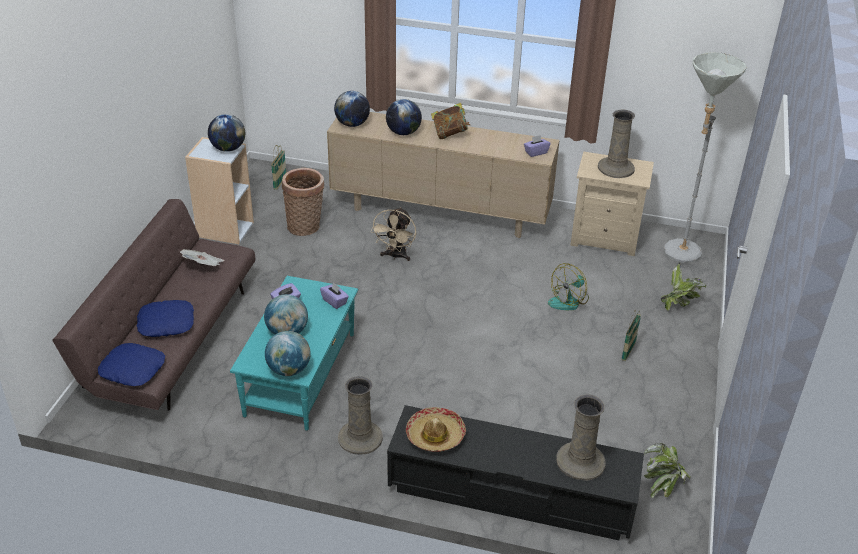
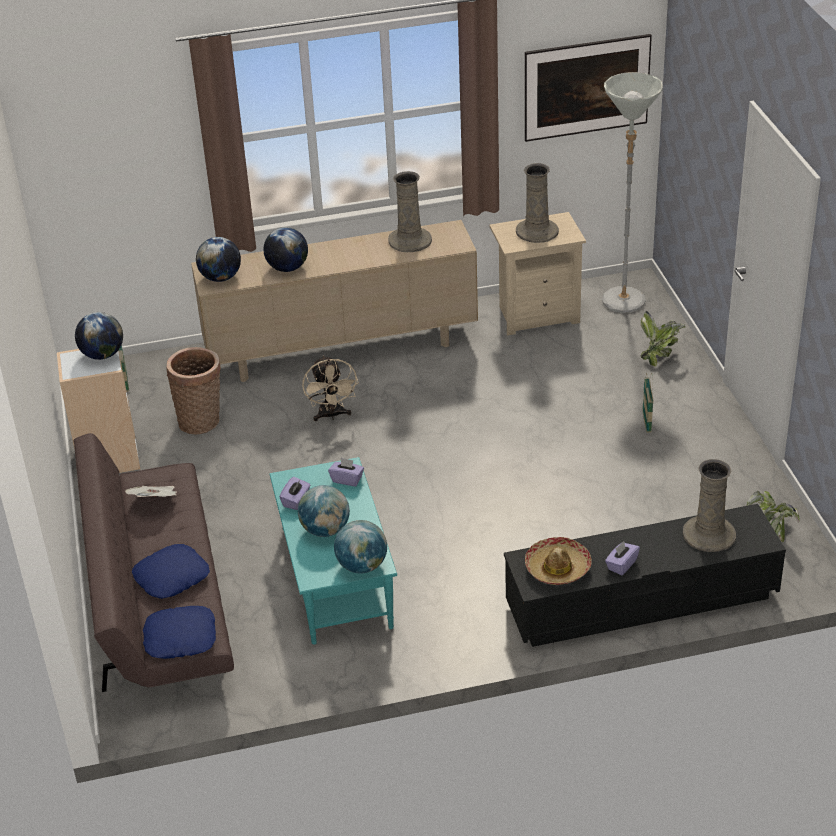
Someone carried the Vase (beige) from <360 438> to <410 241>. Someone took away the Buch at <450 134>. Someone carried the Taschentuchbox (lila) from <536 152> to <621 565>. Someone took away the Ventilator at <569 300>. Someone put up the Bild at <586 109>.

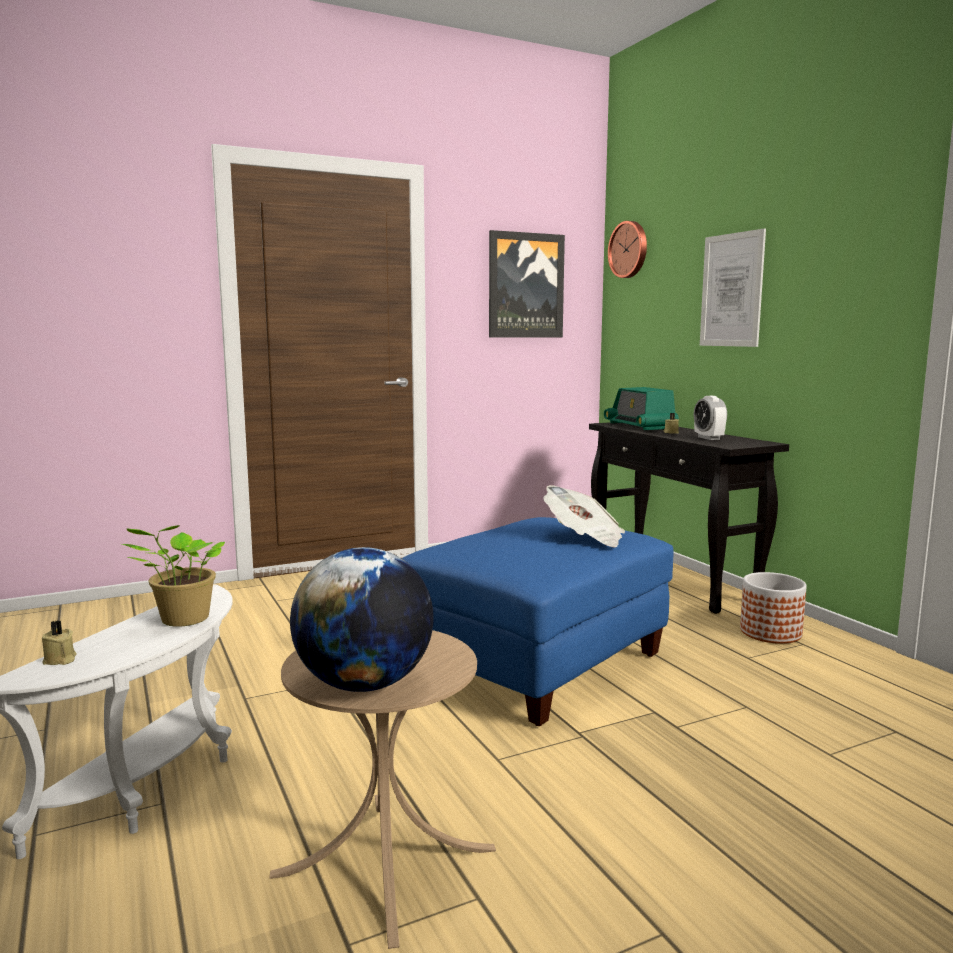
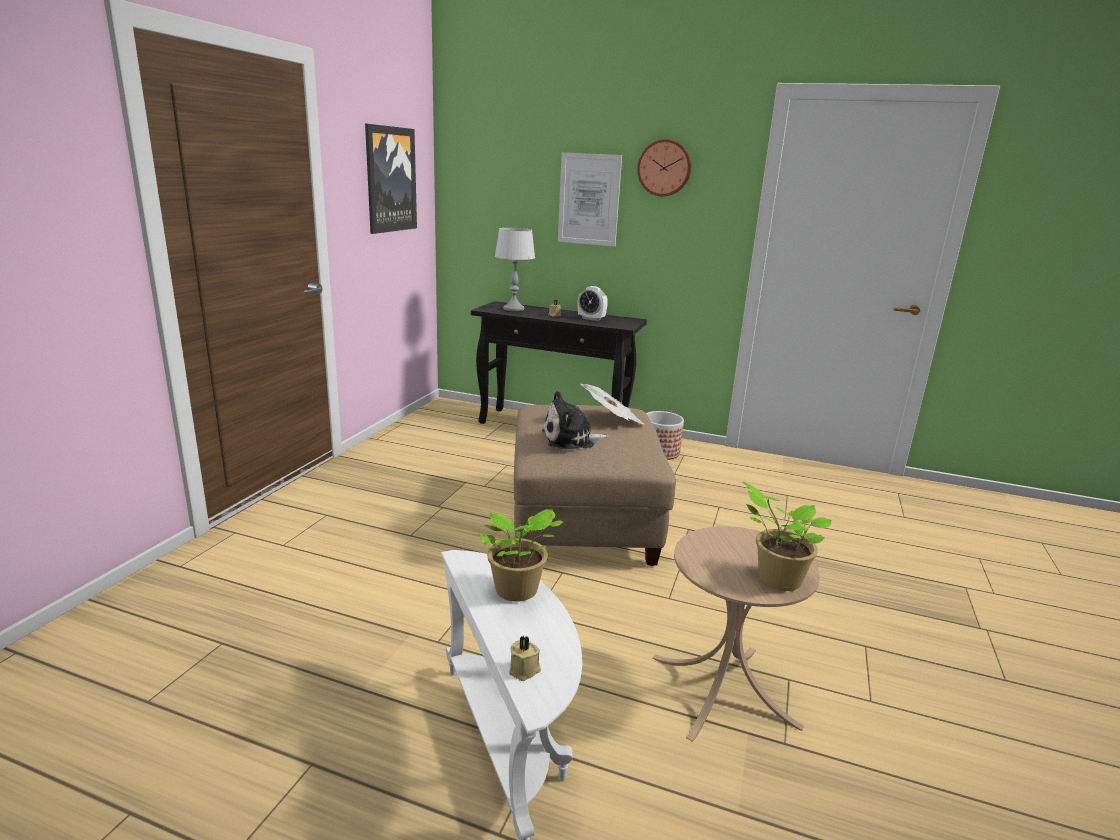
Someone swapped the Globus at <365 684> for the Topfpflanze at <775 579>. Someone repainted the Polsterhocker (blau) at <538 665>, which became the Polsterhocker (beige) at <583 523>. Someone swapped the Radio at <640 426> for the Tischlampe (grau) at <514 309>. Someone carried the Wanduhr from <629 249> to <664 168>. Someone put down the Plüschtier at <571 439>.

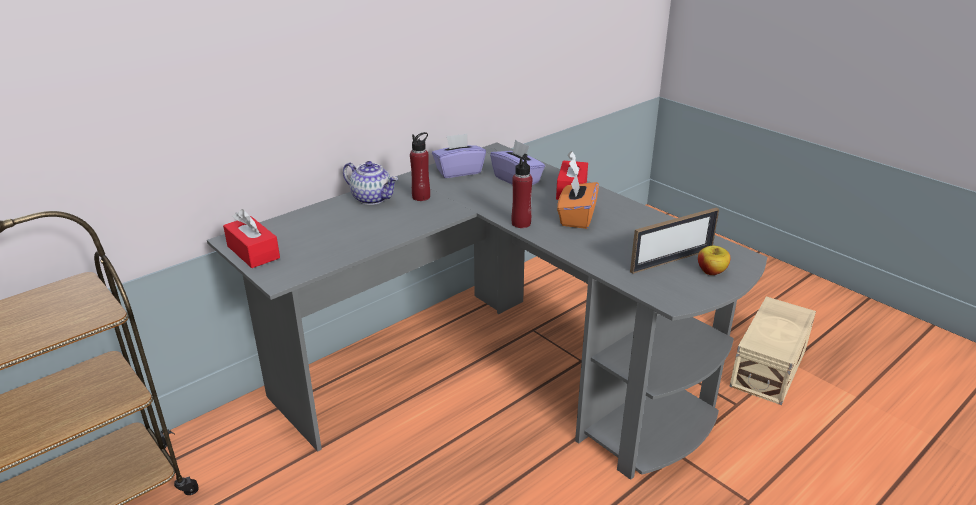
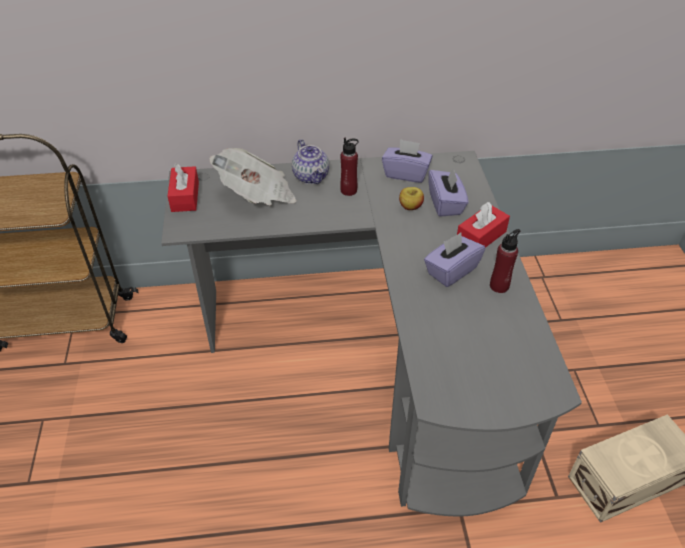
Someone carried the Flasche (rot) from <521 223> to <499 286>. Someone repainted the Taschentuchbox (orange) at <576 218>, which became the Taschentuchbox (lila) at <451 270>. Someone took away the Bilderrahmen at <672 260>. Someone carried the Apfel from <711 271> to <410 206>. Someone put down the Zeitung at <257 195>.

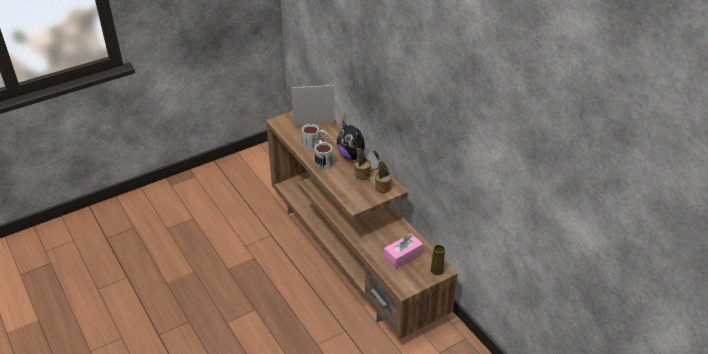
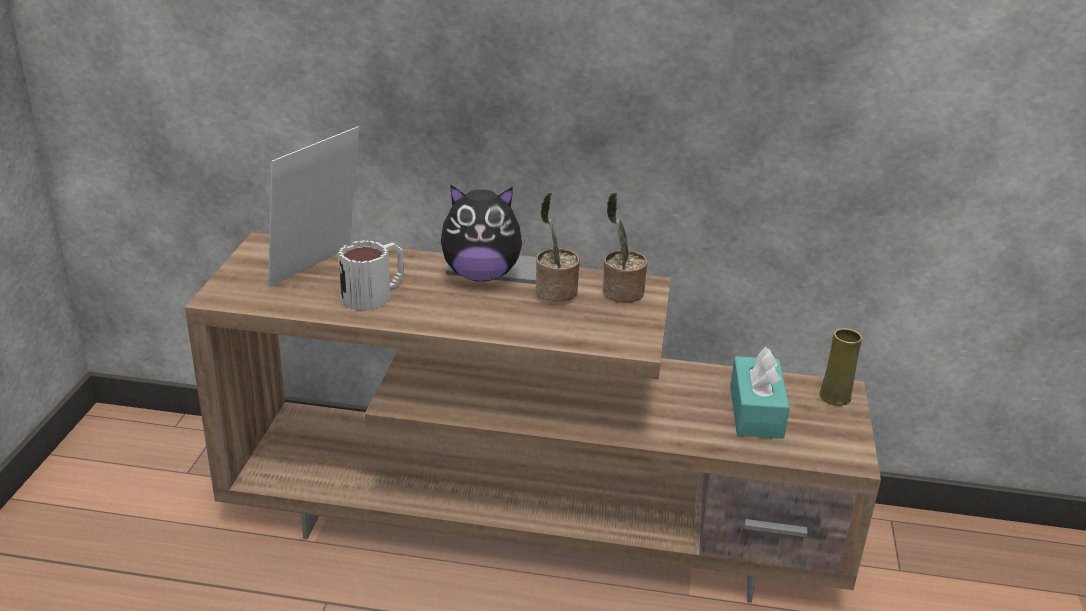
Someone took away the Henkelbecher at <322 160>. Someone repainted the Taschentuchbox (rosa) at <403 256>, which became the Taschentuchbox (türkis) at <756 411>.

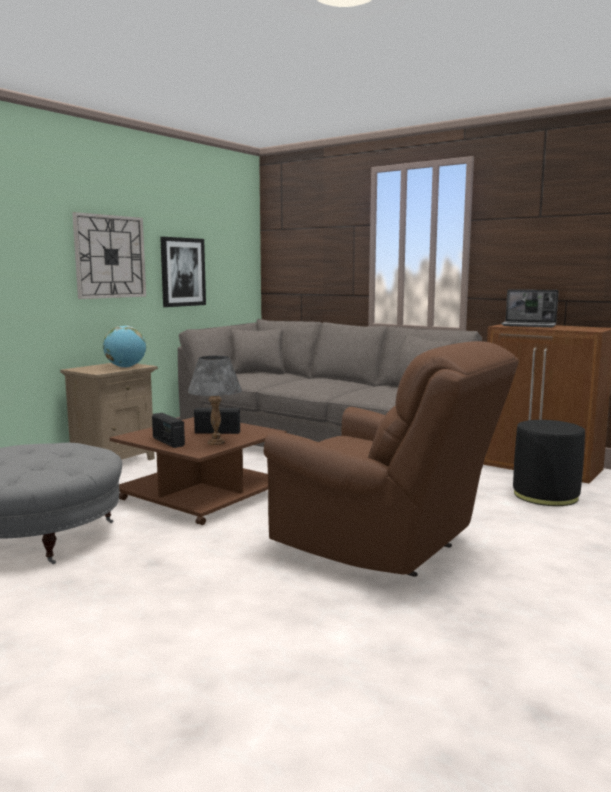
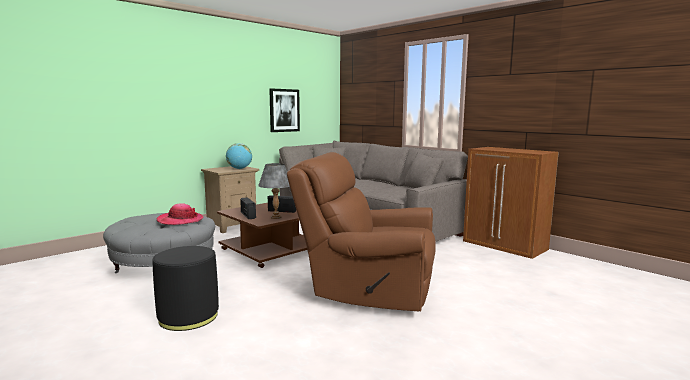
Someone took away the Wanduhr at <110 257>. Someone rotated the Sessel (braun) at <386 548> by 150 degrees clockwise. Someone took away the Laptop at <529 325>. Someone carried the Polsterhocker (schwarz) from <545 495> to <188 316>. Someone put down the Hut at <180 220>.

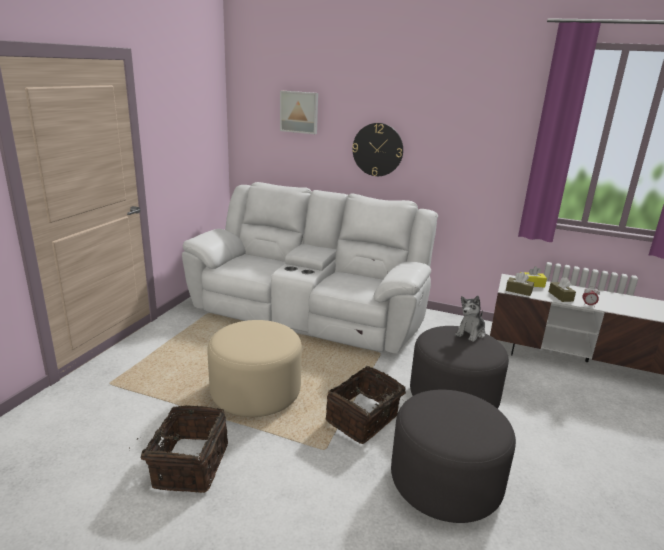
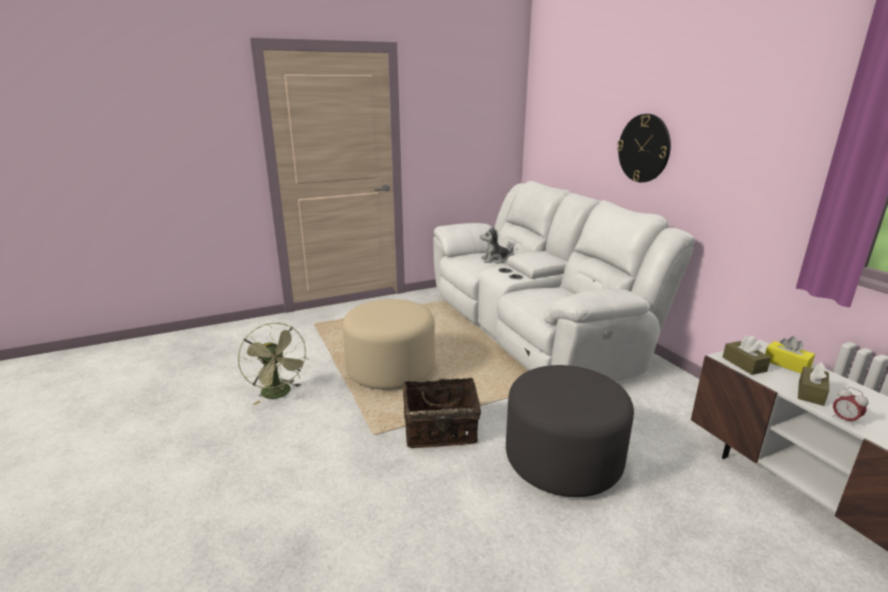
Someone swapped the Korb at <188 465> for the Ventilator (grün) at <279 394>. Someone took away the Bild at <299 112>. Someone took away the Polsterhocker (grau) at <445 482>. Someone carried the Plüschtier from <470 333> to <495 260>.

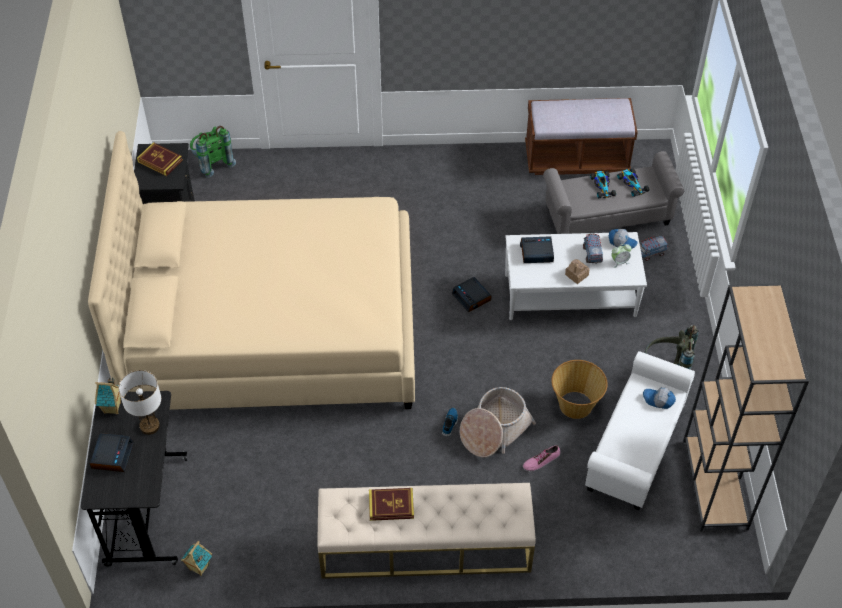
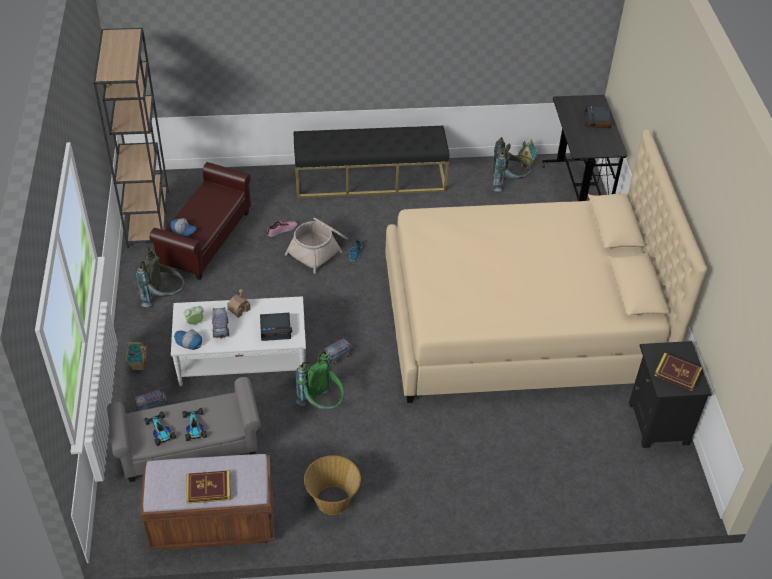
Someone carried the Spielzeughaus from <113 408> to <138 365>. Someone took away the Tischlampe at <150 426>. Someone carried the Rucksack (grün) from <212 163> to <322 405>. Someone repainted the Bank (beige) at <425 546>, which became the Bank (schwarz) at <370 179>. Someone carried the Buch from <391 506> to <208 488>. Someone swapped the Wecker at <472 297> for the Spielzeuglaster at <338 356>. Someone carried the Korb from <575 404> to <333 501>. Someone repainted the Polsterhocker (weiß) at <635 449>, which became the Polsterhocker (braun) at <205 239>. Someone put down the Rucksack (grau) at <508 183>.

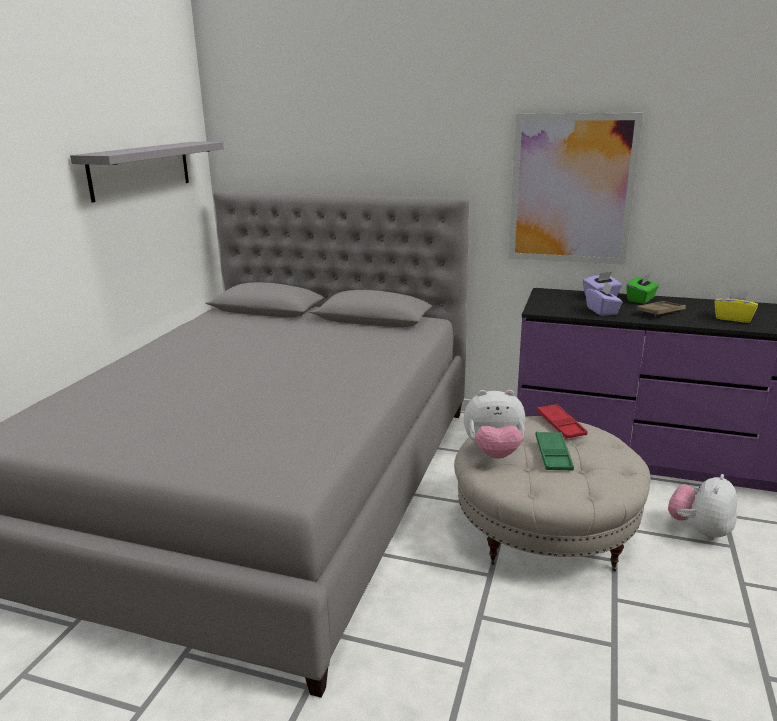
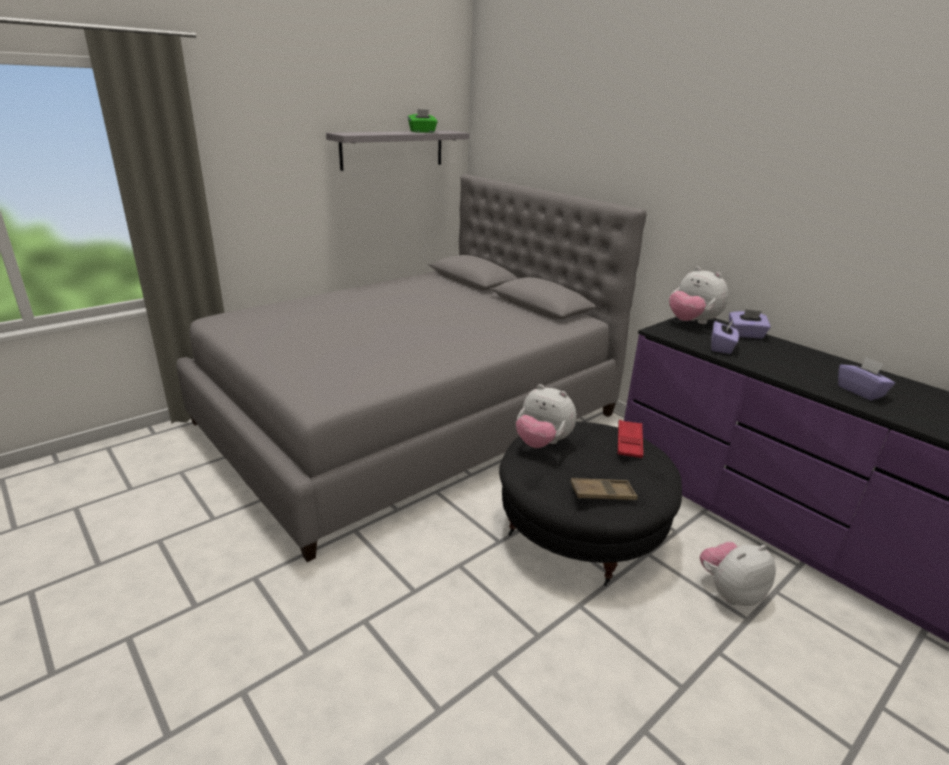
Someone repainted the Polsterhocker (beige) at <544 530>, which became the Polsterhocker (schwarz) at <581 529>. Someone took away the Bild at <571 189>. Someone took away the Tablett (grün) at <553 455>. Someone carried the Taschentuchbox (grün) from <641 299> to <422 132>. Someone carried the Tablett (braun) from <660 312> to <602 493>. Someone repainted the Taschentuchbox (gelb) at <733 318>, which became the Taschentuchbox (lila) at <860 391>. Someone put down the Plüschtier at <692 322>.

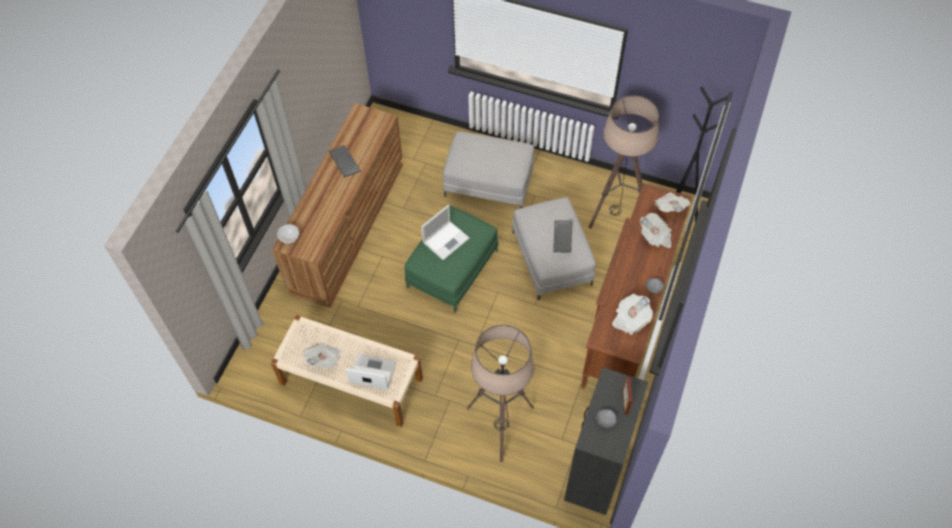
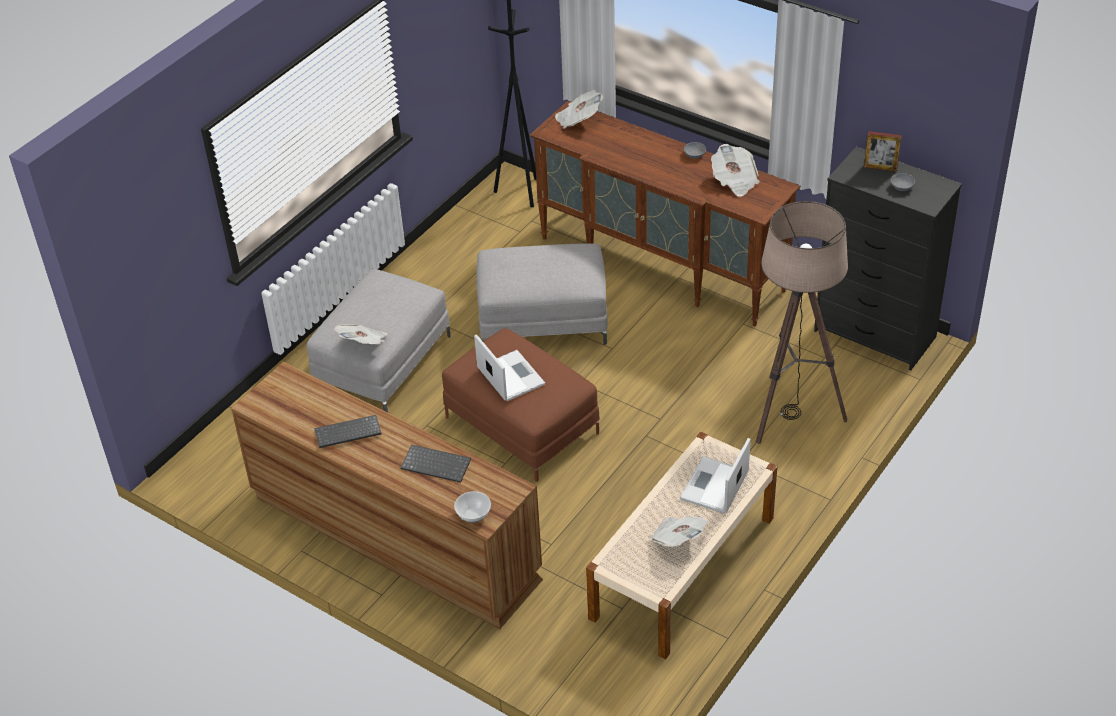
Someone repainted the Polsterhocker (grün) at <452 268>, which became the Polsterhocker (braun) at <521 425>. Someone carried the Tastatur from <563 237> to <437 464>. Someone took away the Stehlampe at <615 211>. Someone carried the Zeitung from <655 237> to <364 344>.

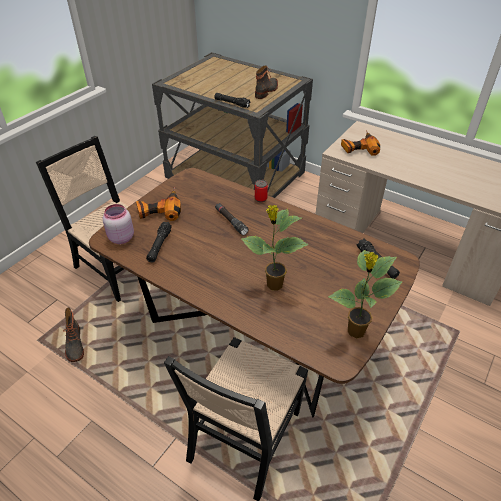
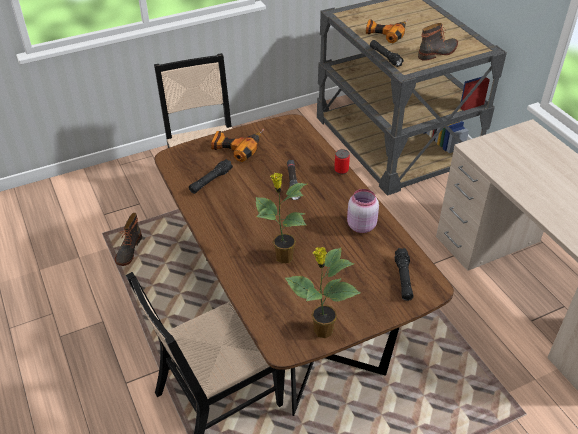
Someone carried the Vorratsglas (rosa) from <120 238> to <360 225>. Someone carried the Bohrmaschine from <358 147> to <385 33>.

